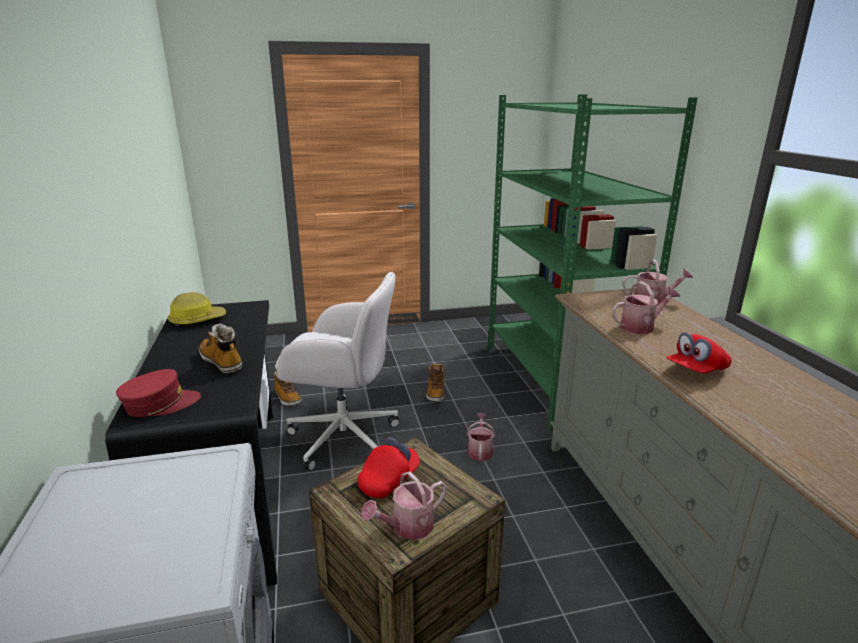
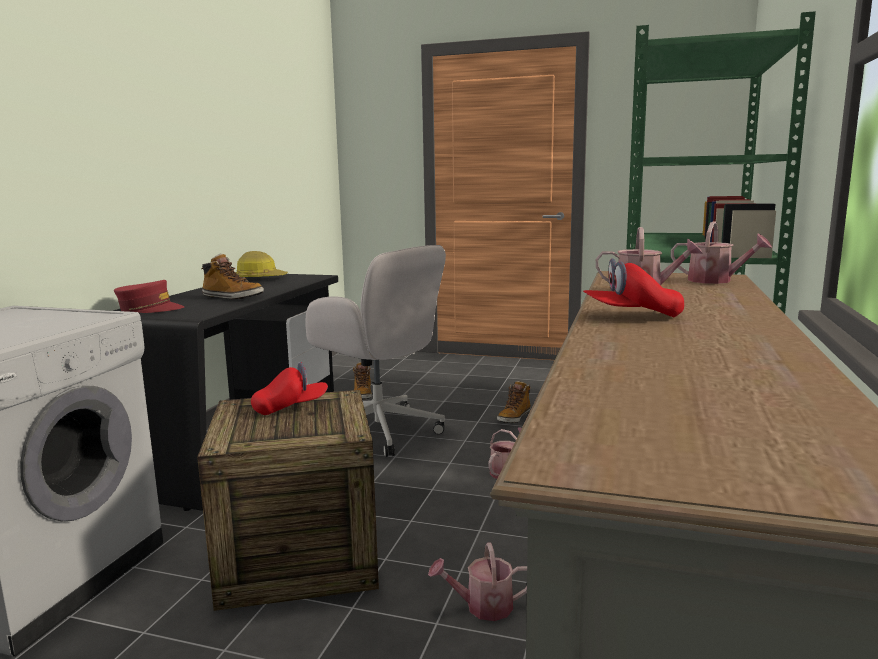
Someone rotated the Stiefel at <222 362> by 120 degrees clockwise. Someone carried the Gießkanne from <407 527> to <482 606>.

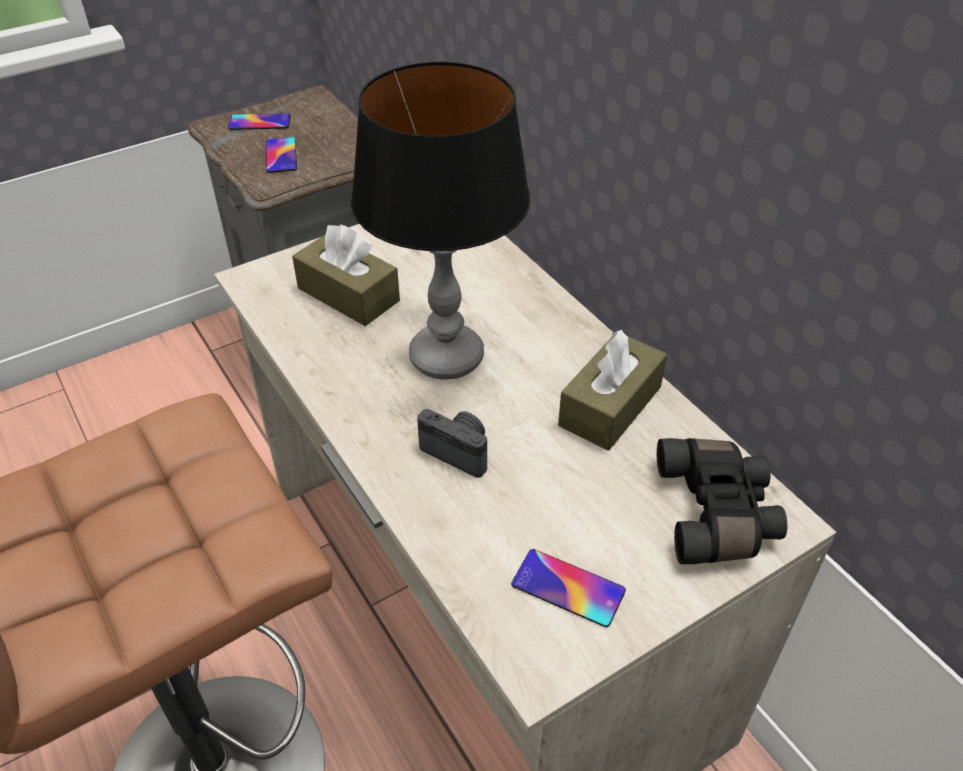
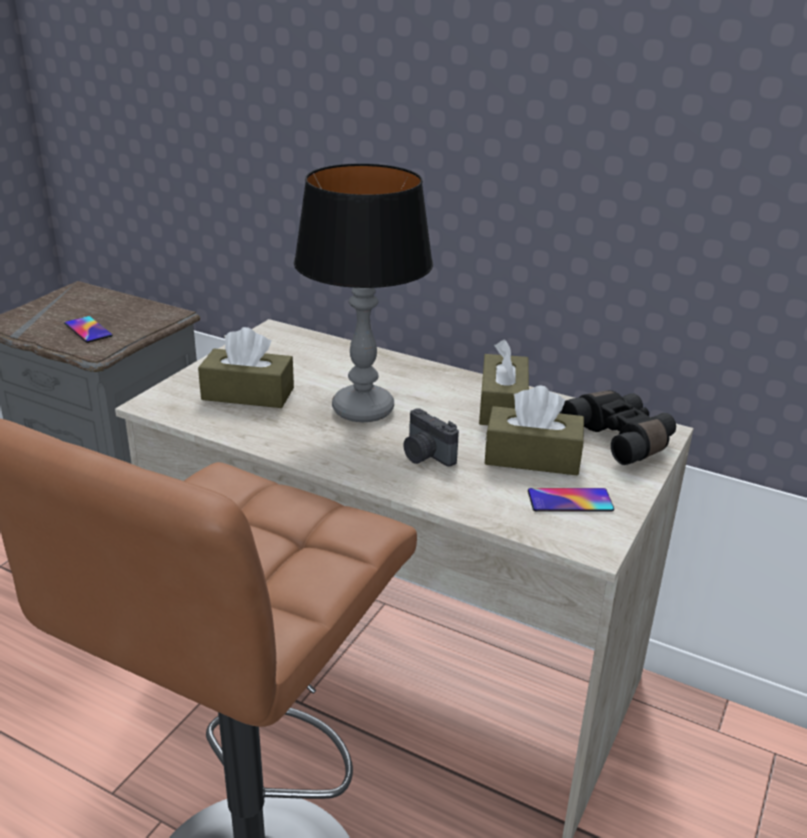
Someone took away the Handy at <260 122>. Someone rotated the Kamera at <459 451> by 135 degrees counterclockwise. Someone put down the Taschentuchbox (braun) at <532 457>.

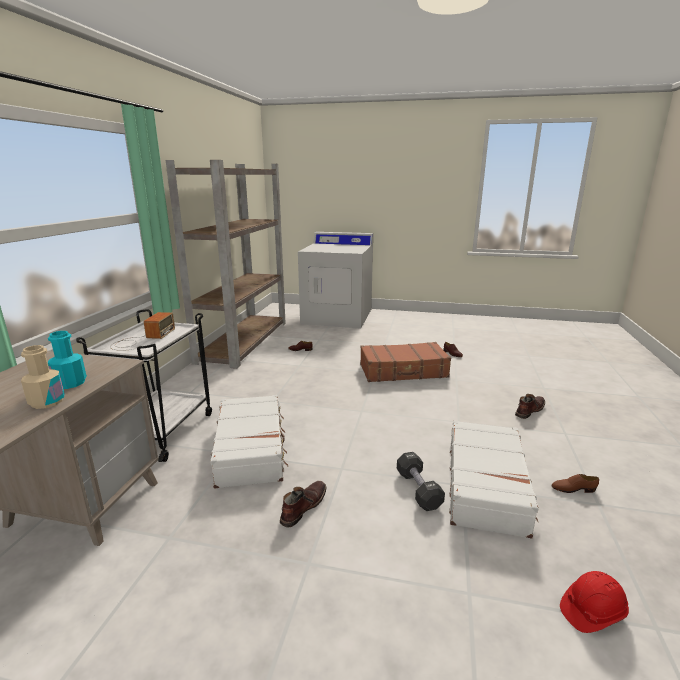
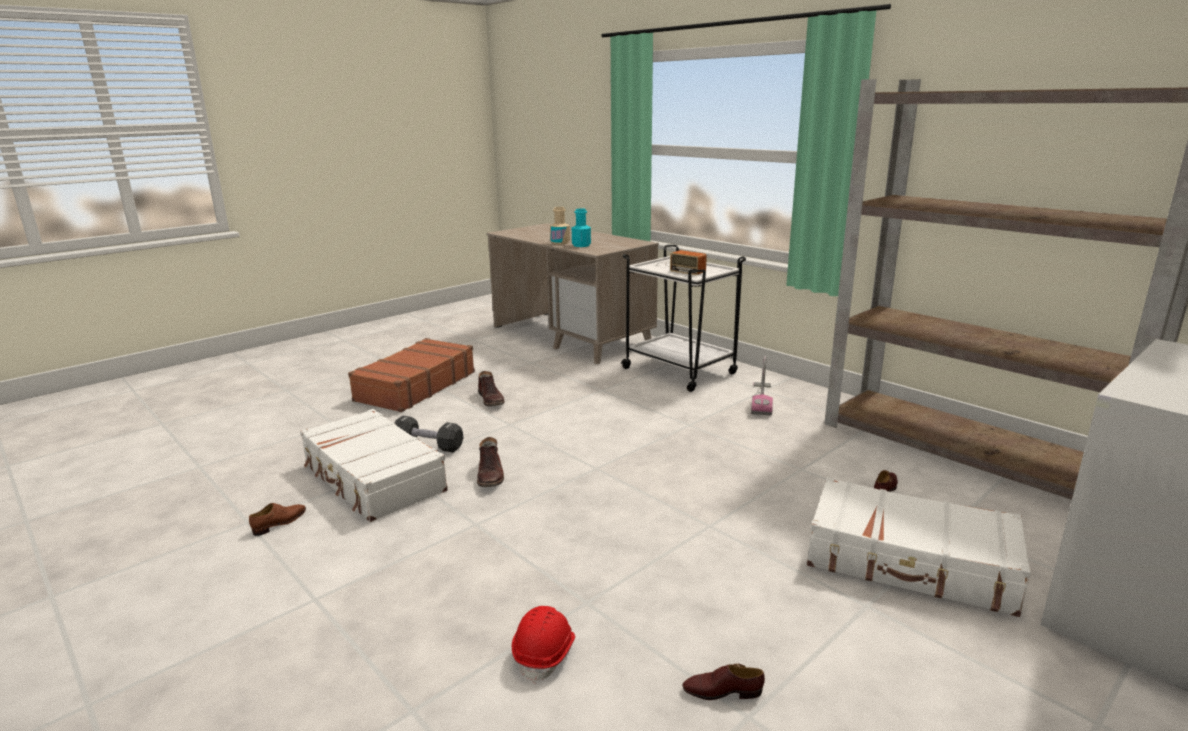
Someone carried the Koffer (weiß) from <251 449> to <910 563>. Someone carried the Koffer (braun) from <403 371> to <415 386>. Someone carried the Stiefel (braun) from <529 410> to <490 475>. Someone carried the Schutzhelm (rot) from <591 611> to <545 653>. Someone put down the Staubsauger at <761 399>.

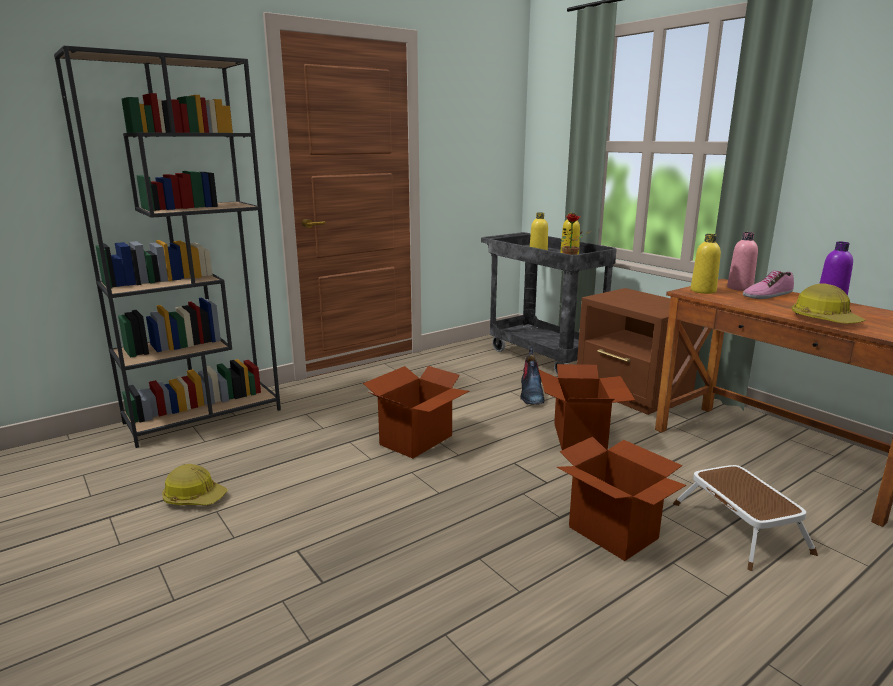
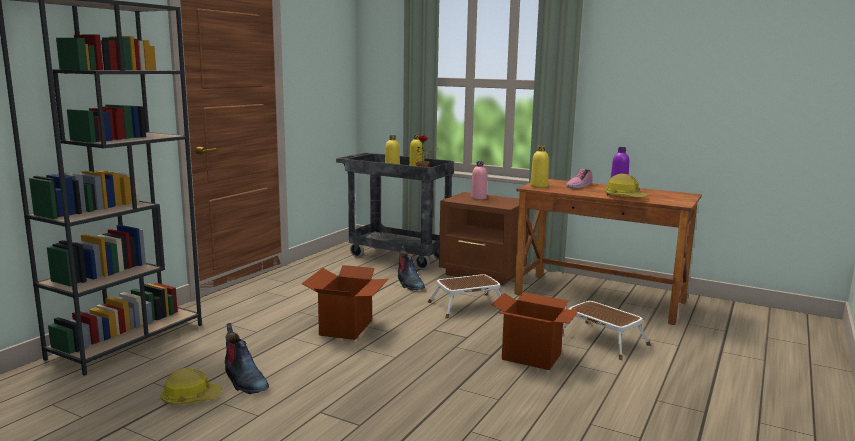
Someone swapped the Karton at <580 436> for the Trittleiter (braun) at <467 306>. Someone carried the Flasche (rosa) from <739 288> to <478 198>. Someone put down the Stiefel at <244 381>.

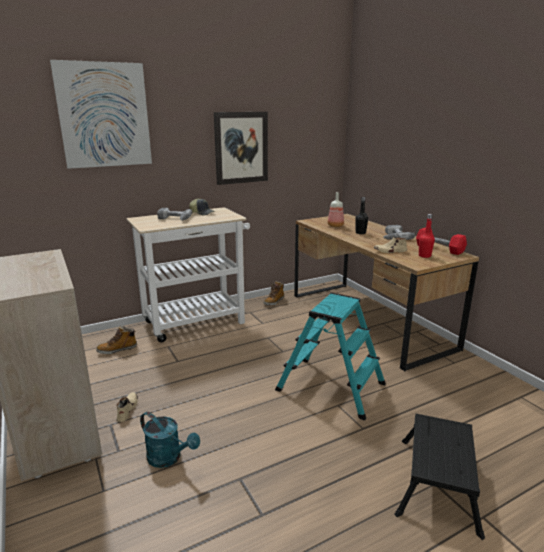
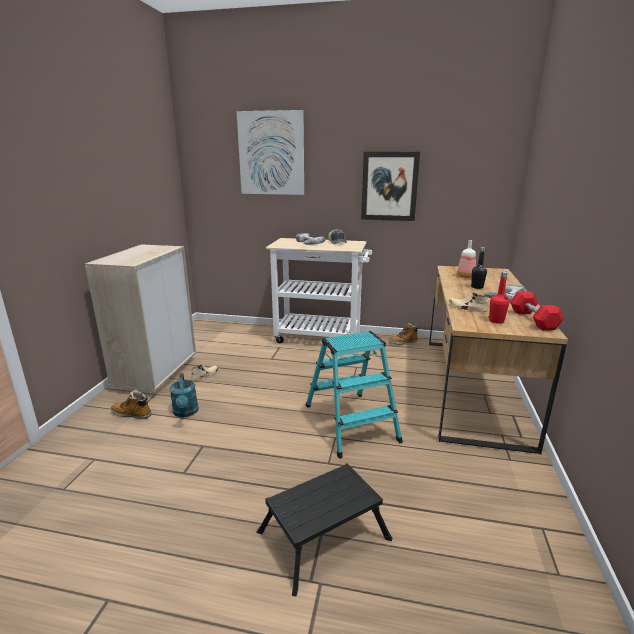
Someone carried the Stiefel from <117 350> to <132 414>.

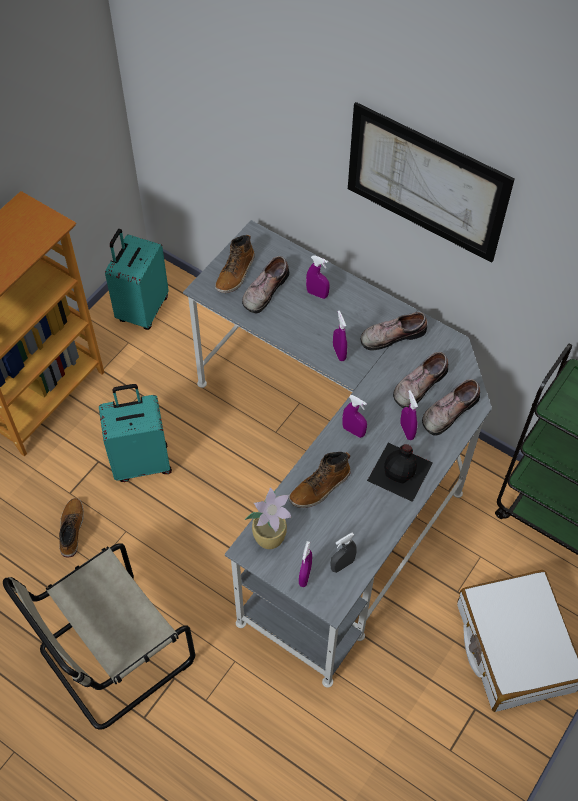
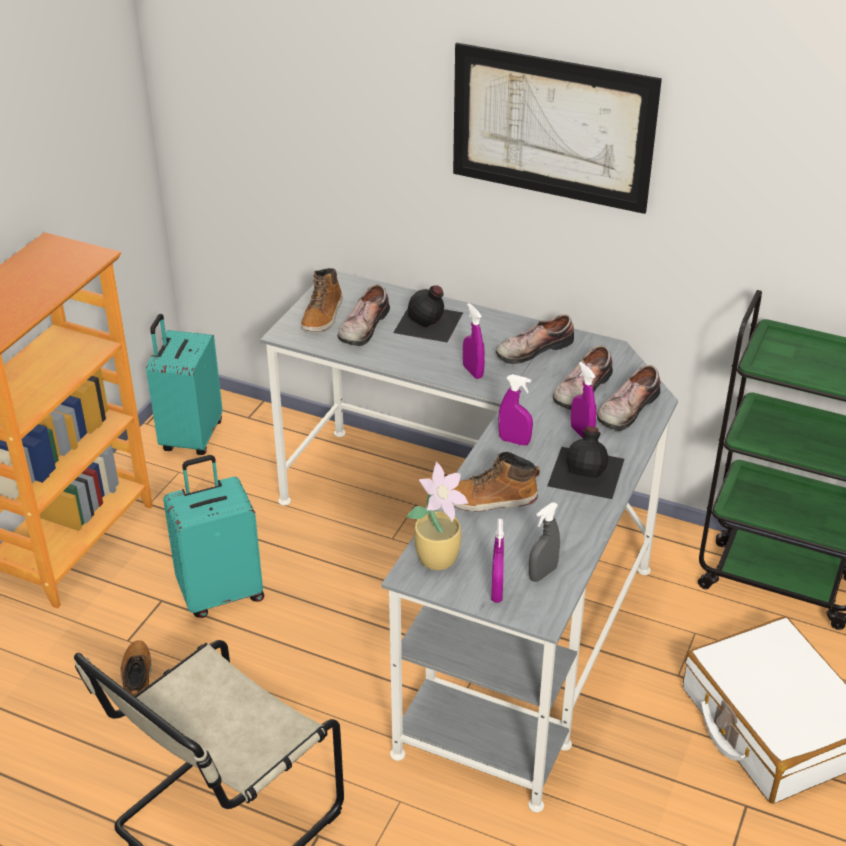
Someone rotated the Stiefel at <320 487> by 45 degrees clockwise. Someone swapped the Sprühflasche (lila) at <317 294> for the Flasche (schwarz) at <429 323>.

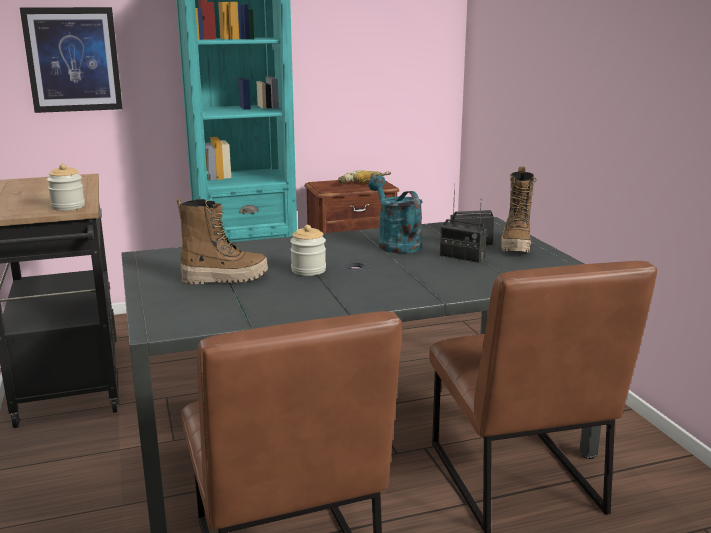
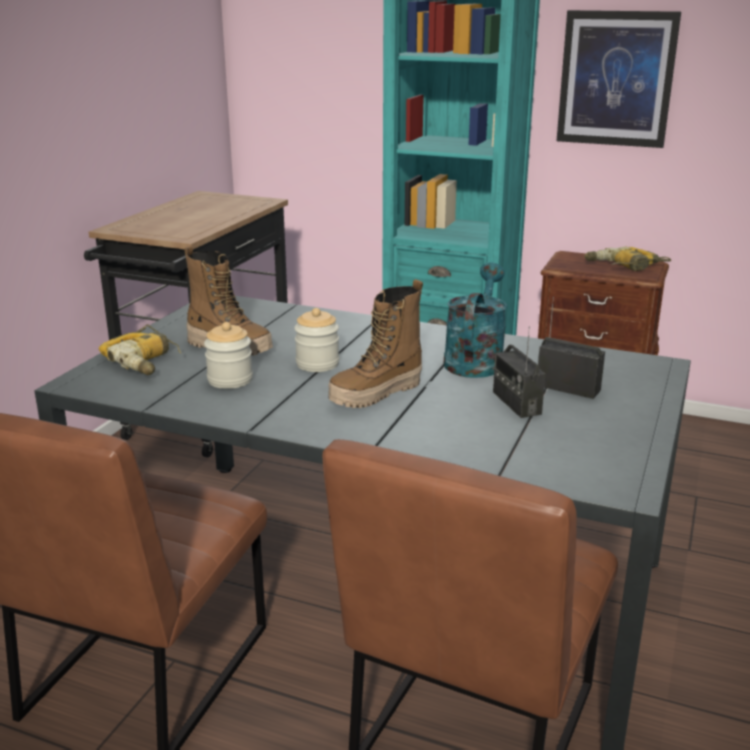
Someone carried the Bild from <73 60> to <616 79>. Someone carried the Vorratsglas from <68 207> to <230 380>. Someone carried the Stiefel from <516 246> to <376 394>. Someone put down the Bohrmaschine at <146 360>.

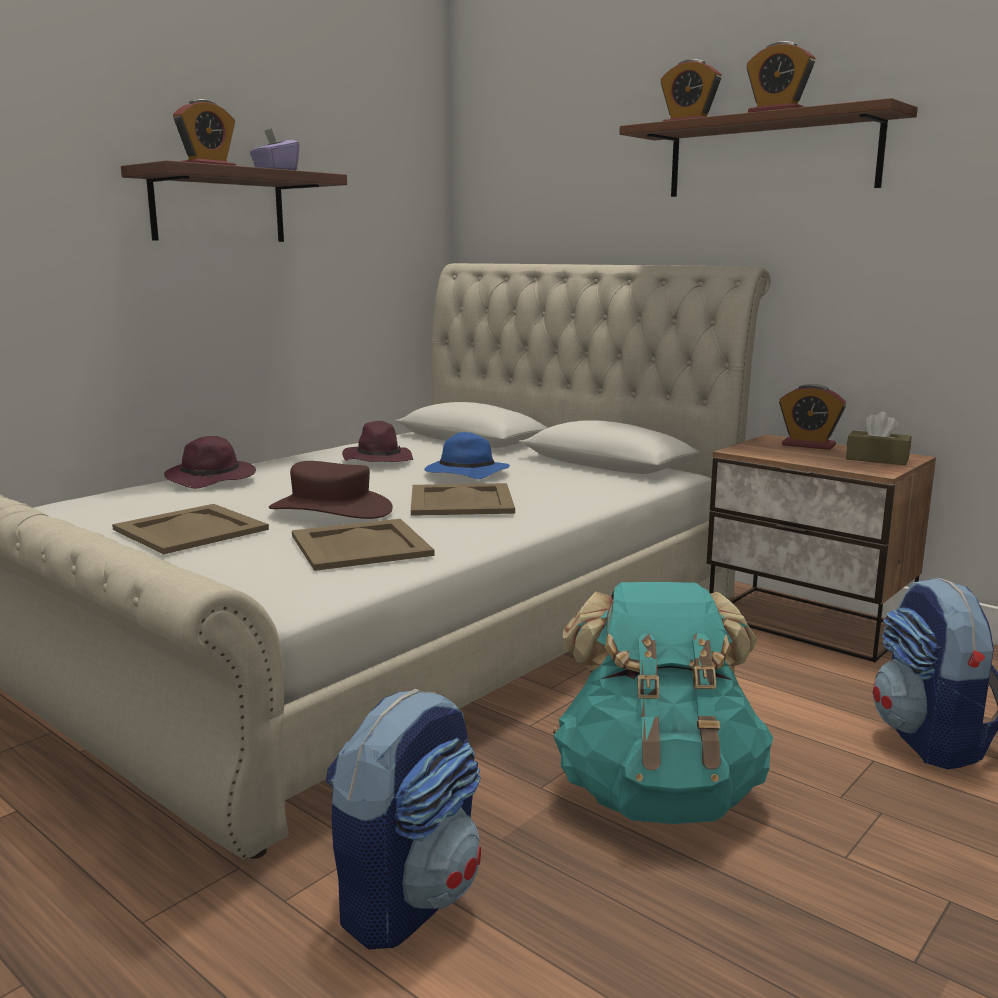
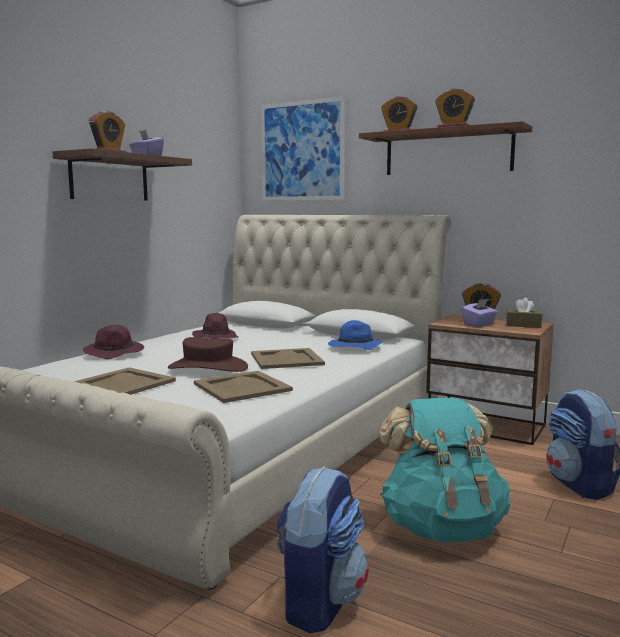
Someone carried the Hut (blau) from <465 474> to <354 347>. Someone put up the Bild at <302 151>. Someone put down the Taschentuchbox (lila) at <479 324>.

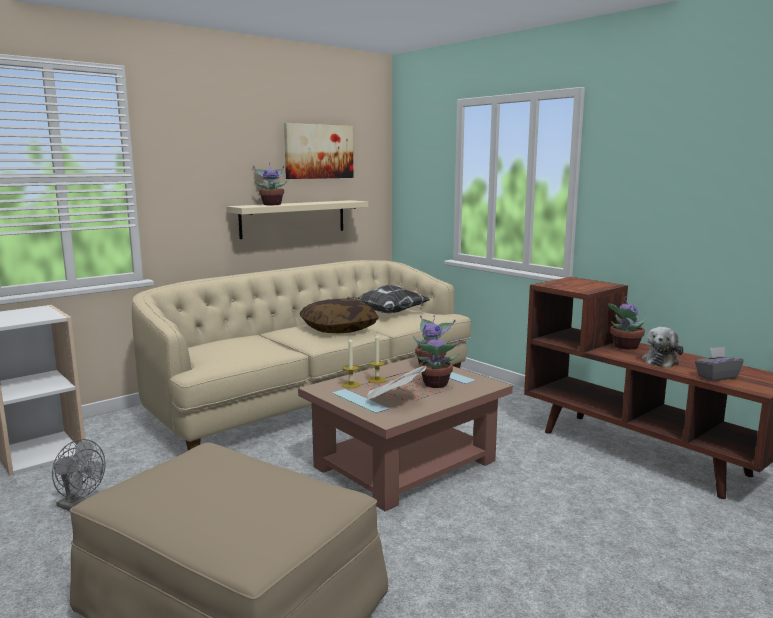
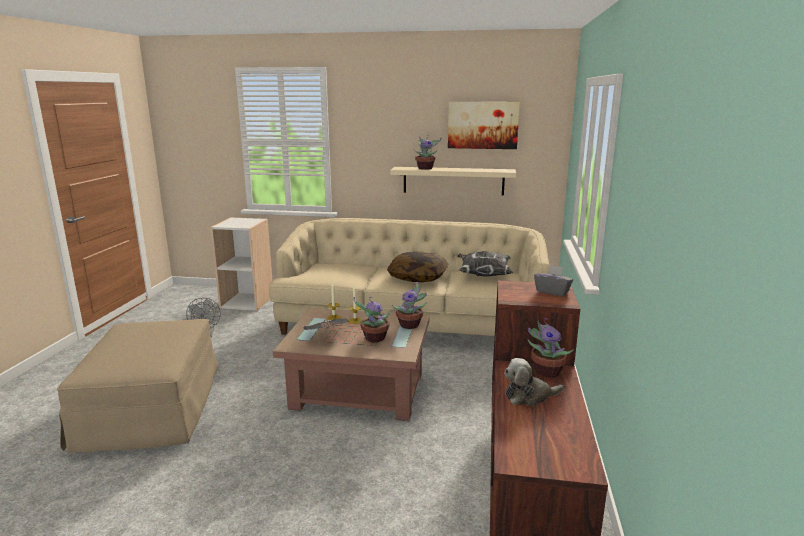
Someone carried the Taschentuchbox (grau) from <716 377> to <552 291>.

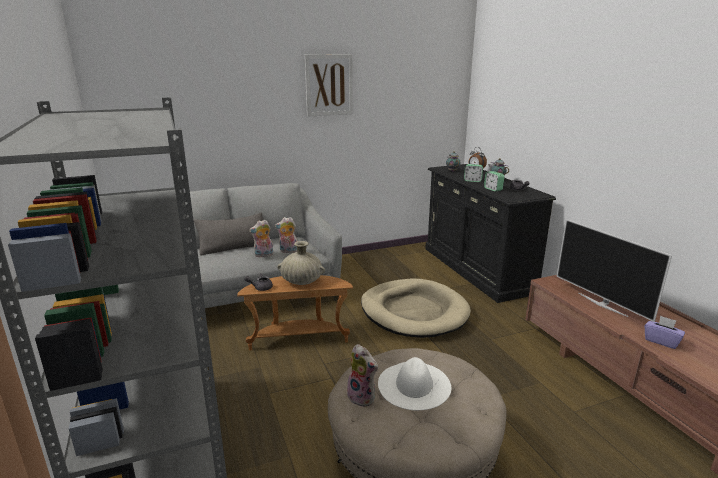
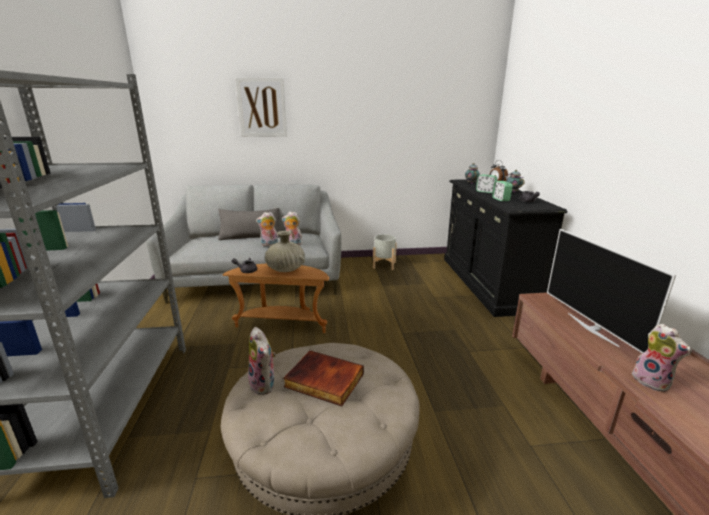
Someone carried the Bild from <329 85> to <262 107>. Someone took away the Hundebett (beige) at <413 312>. Someone swapped the Hut (weiß) at <414 384> for the Buch at <323 381>. Someone swapped the Taschentuchbox (lila) at <661 341> for the Plüschtier at <652 382>. Someone put down the Pflanzkübel (grau) at <384 265>.

